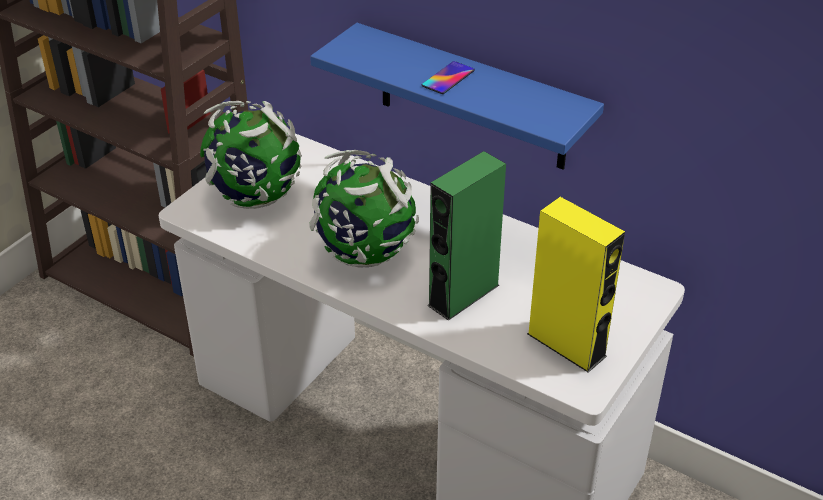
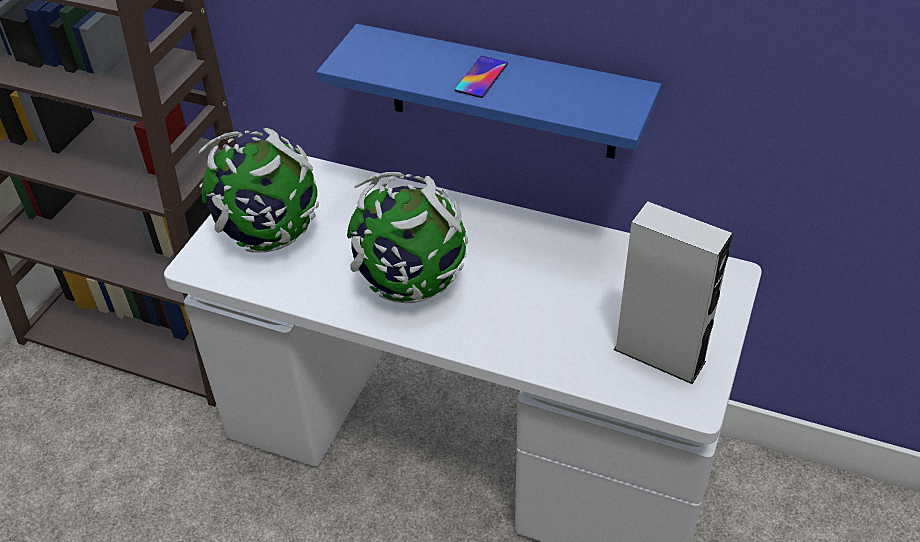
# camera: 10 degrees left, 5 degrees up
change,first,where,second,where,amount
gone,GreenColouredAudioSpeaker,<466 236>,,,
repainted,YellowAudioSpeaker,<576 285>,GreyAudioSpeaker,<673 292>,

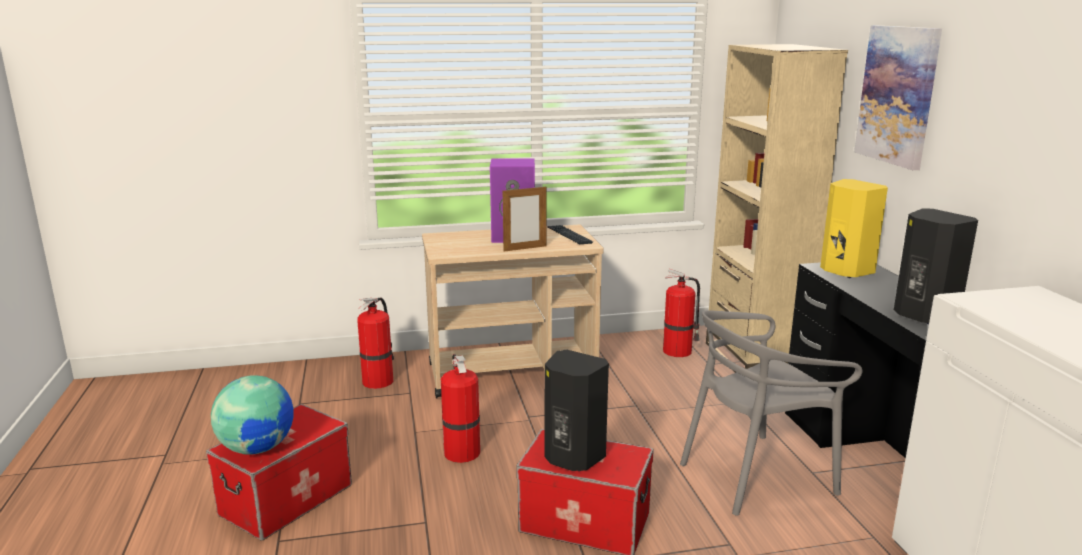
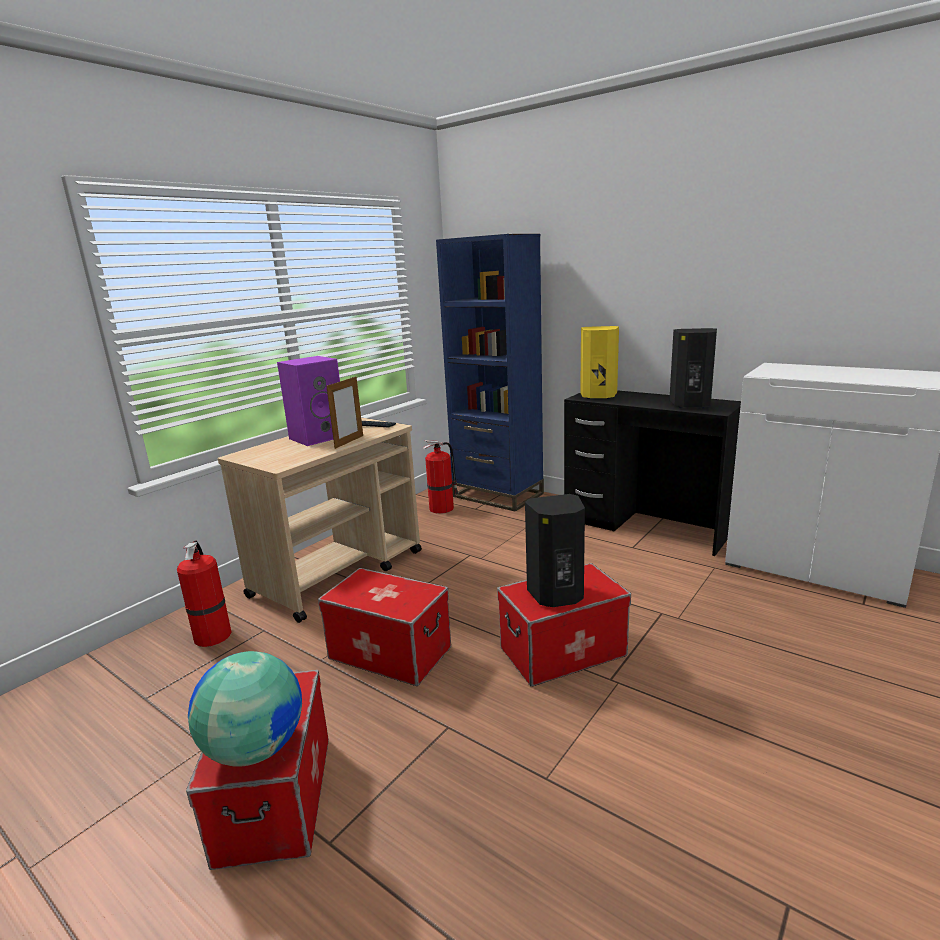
# camera: 40 degrees left, 0 degrees up
change,first,where,second,where,amount
gone,WallPicture,<898 97>,,,
repainted,SandColouredBookshelf,<777 208>,BlueColouredBookshelf,<490 373>,
gone,GreyPlainChair,<771 412>,,,
swapped,FireFightingCylinder,<460 408>,StorageContainer,<384 627>,

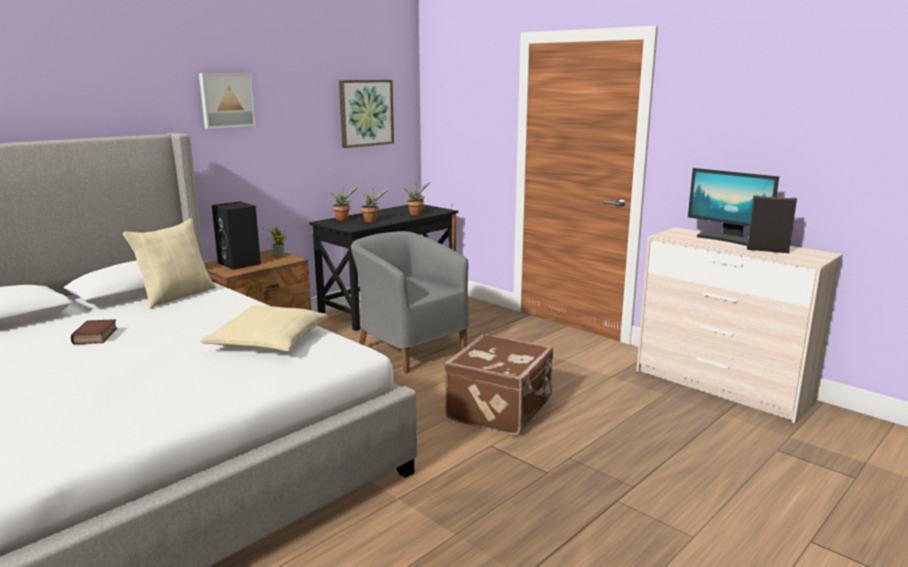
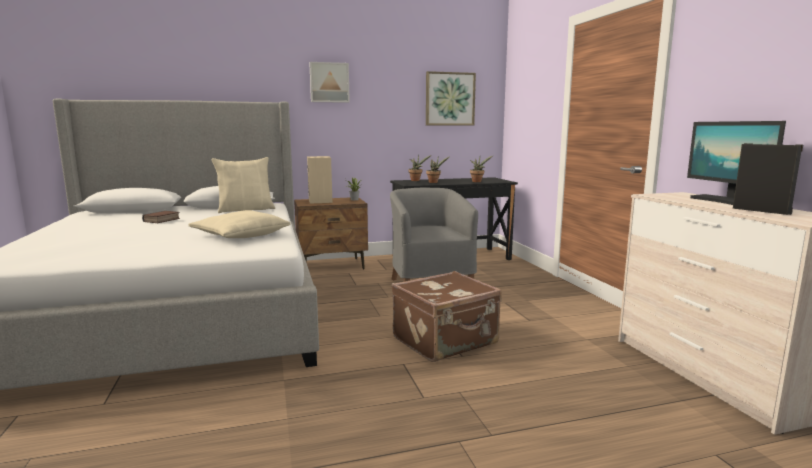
# camera: 30 degrees right, 5 degrees down
change,first,where,second,where,amount
repainted,BlackishAudioSpeaker,<236 235>,SandColouredAudioSpeaker,<320 179>,

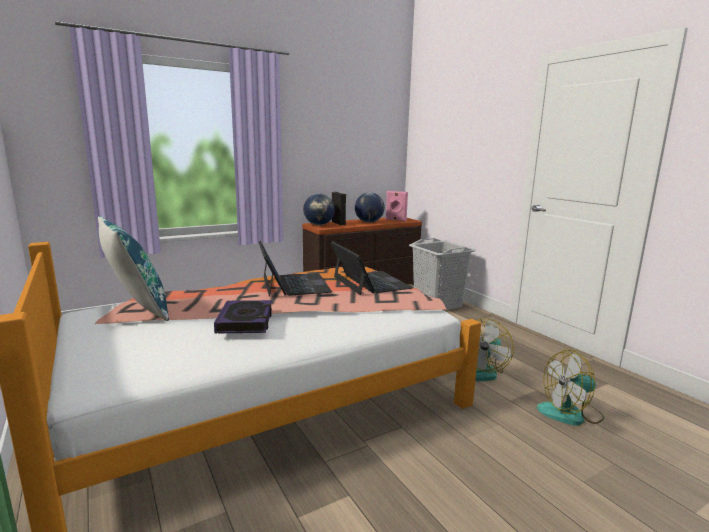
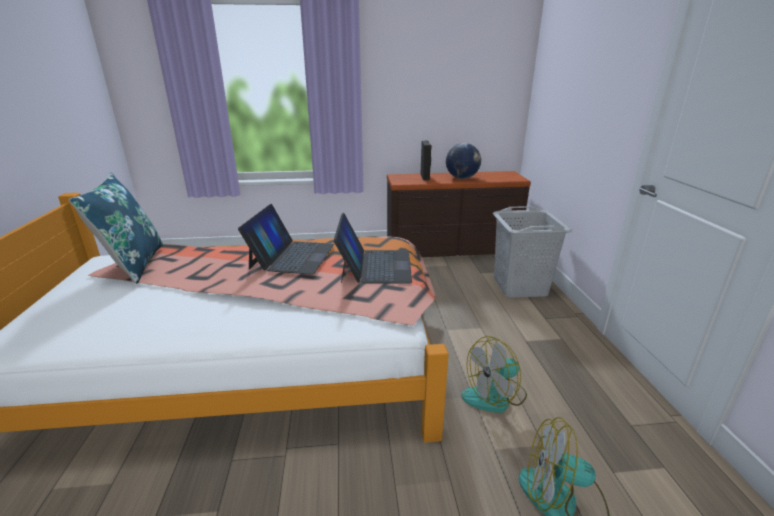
# camera: 25 degrees right, 10 degrees up
change,first,where,second,where,amount
gone,PinkAudioSpeaker,<397 206>,,,
gone,DeskGlobe,<319 209>,,,
gone,BoundBook,<243 317>,,,

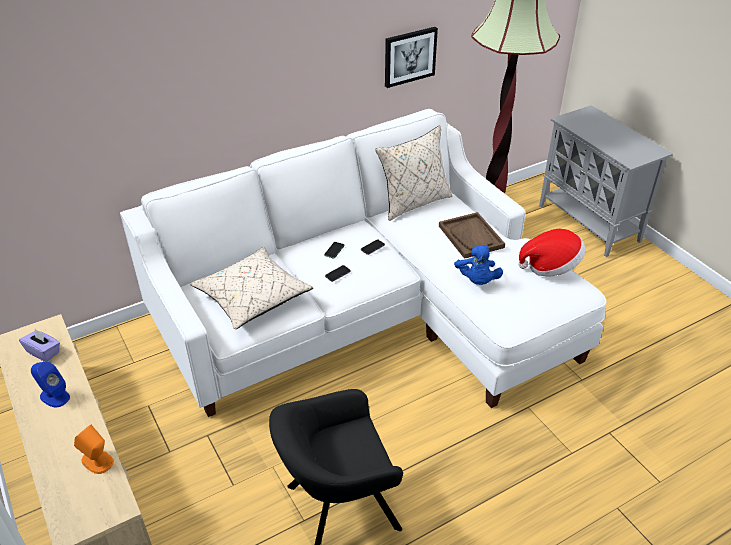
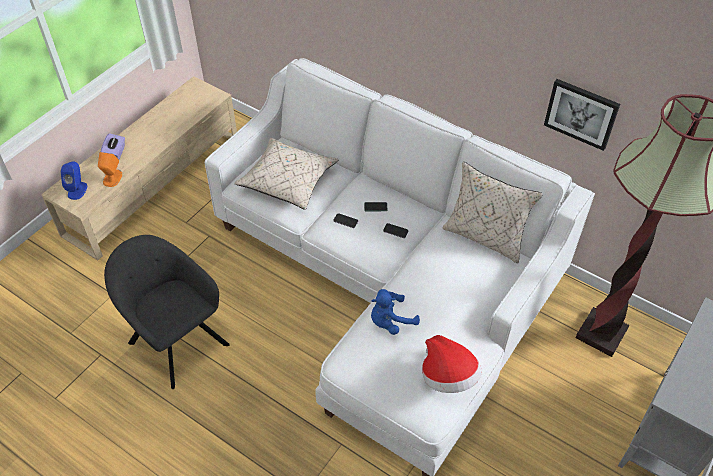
# camera: 65 degrees right, 10 degrees up
change,first,where,second,where,amount
gone,BrownCarryingTray,<472 235>,,,
shifted,PurpleColouredTissueBox,<39 345>,,<113 146>,
shifted,BlueColouredAudioSpeaker,<50 385>,,<74 180>,

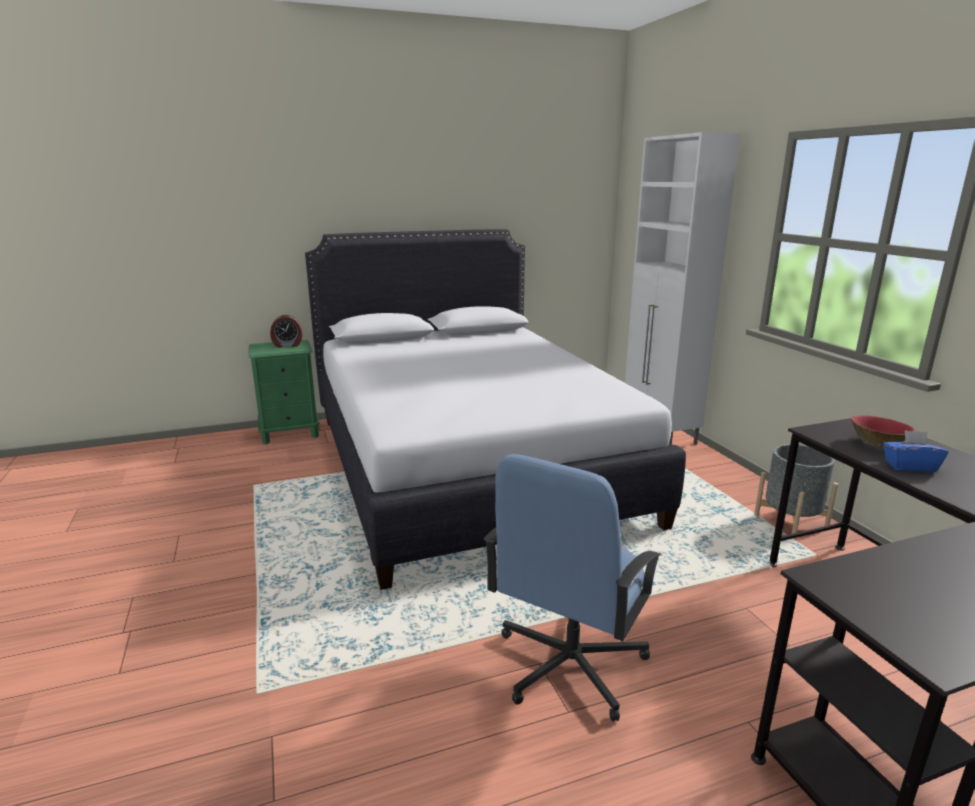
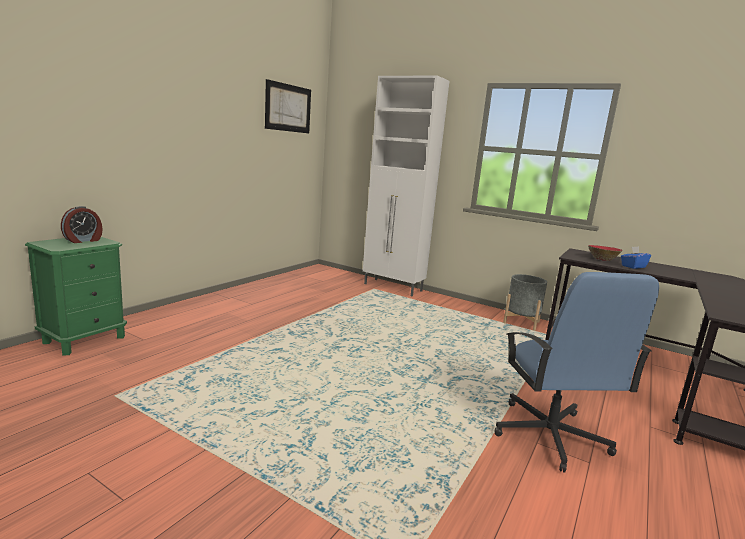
# camera: 40 degrees left, 5 degrees down
change,first,where,second,where,amount
gone,WhitishBed,<495 409>,,,
new,,,WallPicture,<288 106>,

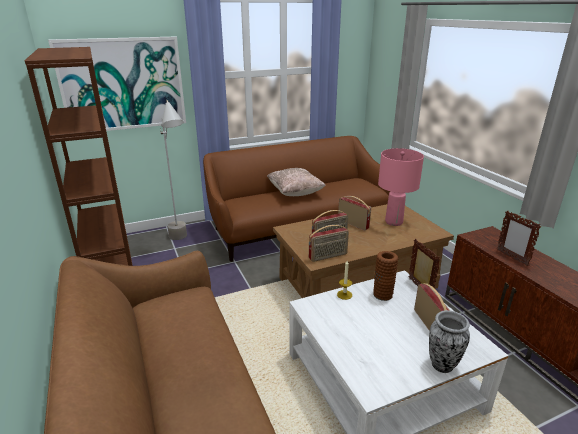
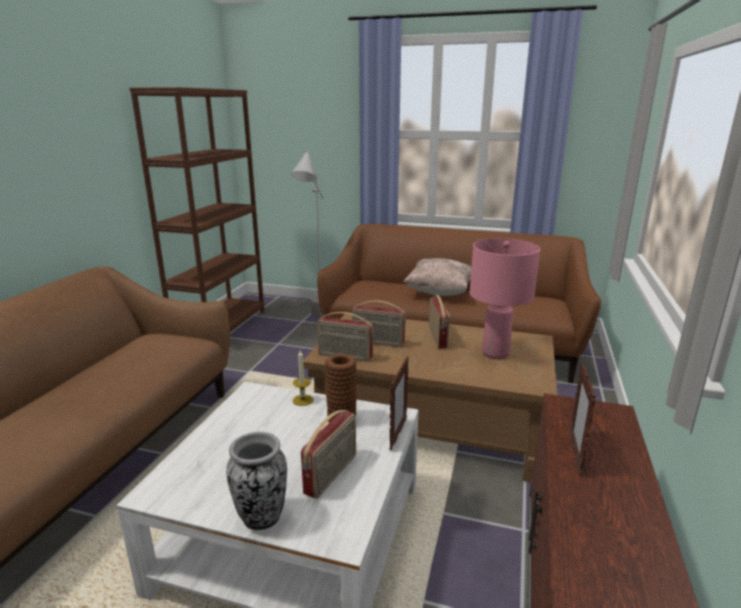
# camera: 40 degrees right, 5 degrees down
change,first,where,second,where,amount
gone,WallPicture,<117 84>,,,

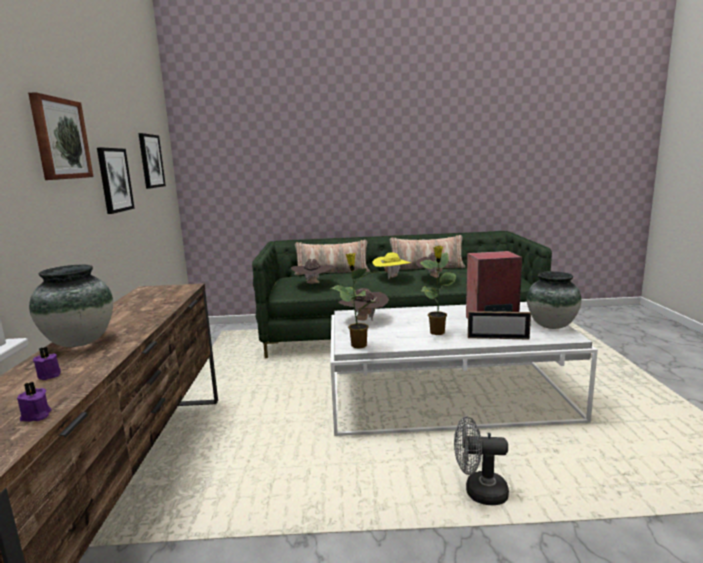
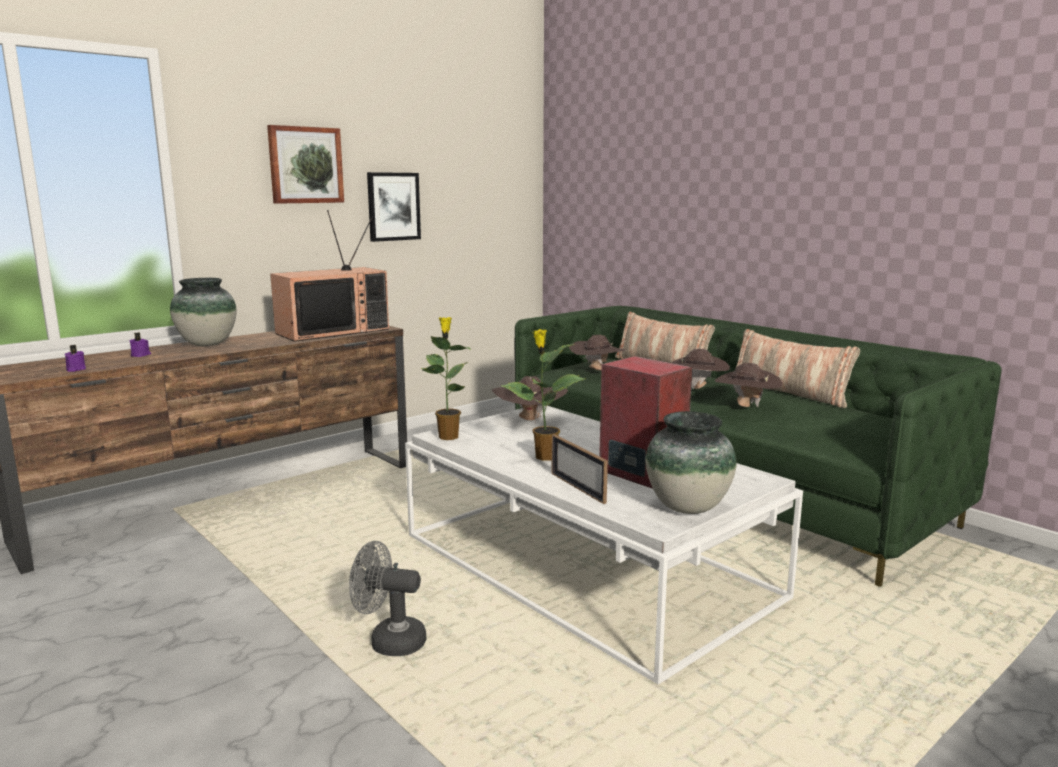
# camera: 50 degrees right, 0 degrees up
change,first,where,second,where,amount
gone,WallPicture,<152 161>,,,
repainted,YellowWearableHat,<391 265>,BrownWearableHat,<701 369>,
rotated,GreyCoolingFan,<481 460>,,<387 598>,45 degrees counterclockwise
new,,,Tv,<329 276>,

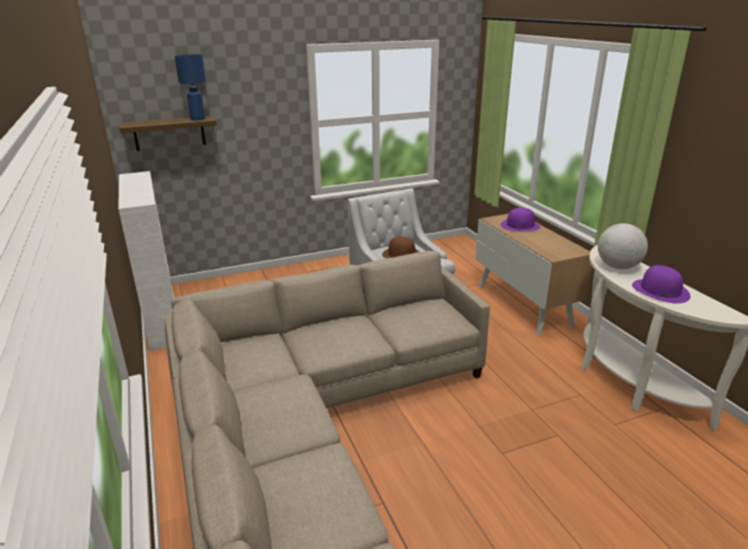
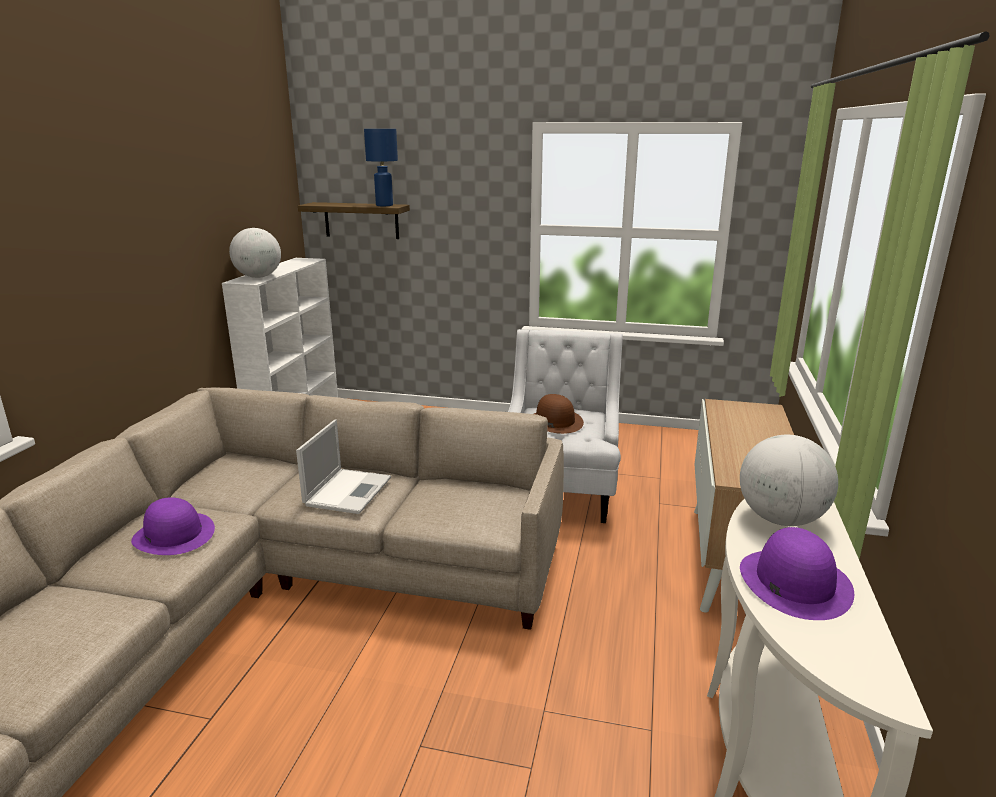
# camera: 35 degrees right, 5 degrees down
change,first,where,second,where,amount
shifted,PurpleColouredWearableHat,<520 219>,,<173 526>,
new,,,DeskGlobe,<255 253>,
new,,,PortableComputer,<343 466>,

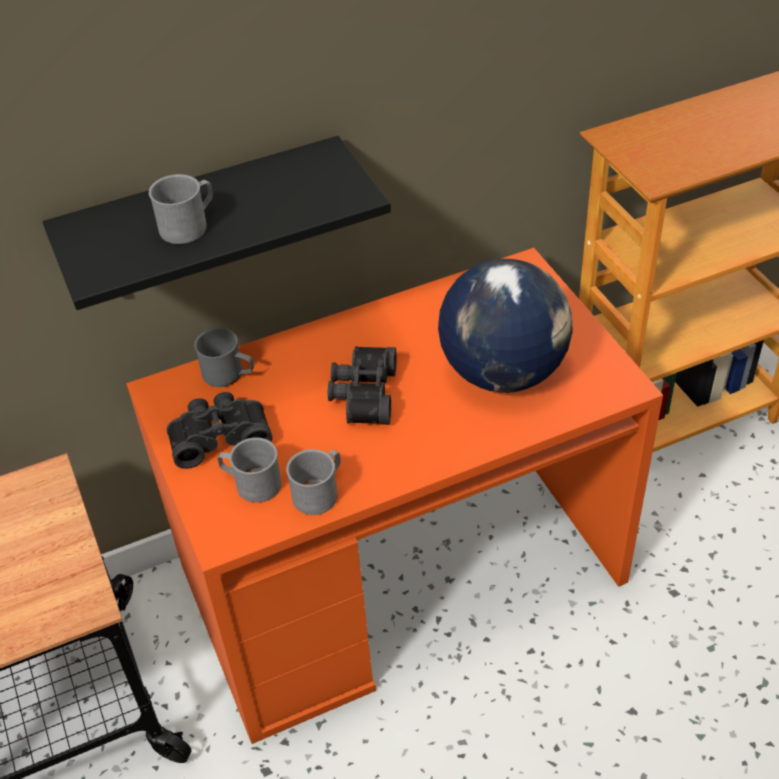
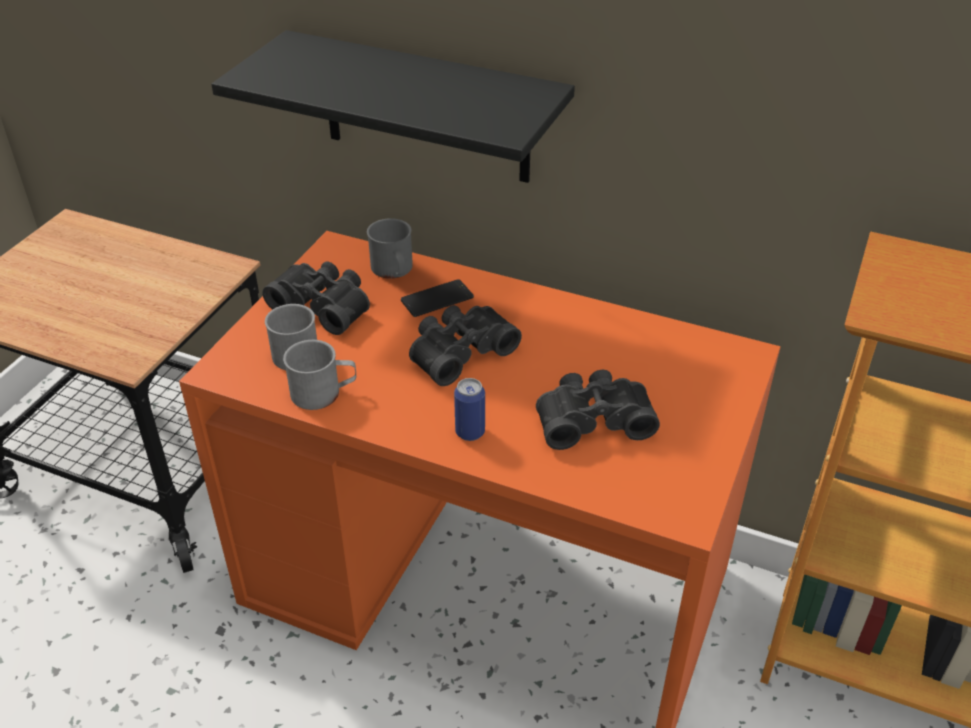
# camera: 45 degrees right, 5 degrees down
change,first,where,second,where,amount
gone,GreyMug,<181 209>,,,
swapped,DeskGlobe,<505 326>,BlackishBinoculars,<598 409>,
new,,,Phone,<437 298>,
new,,,MetalCan,<469 409>,

